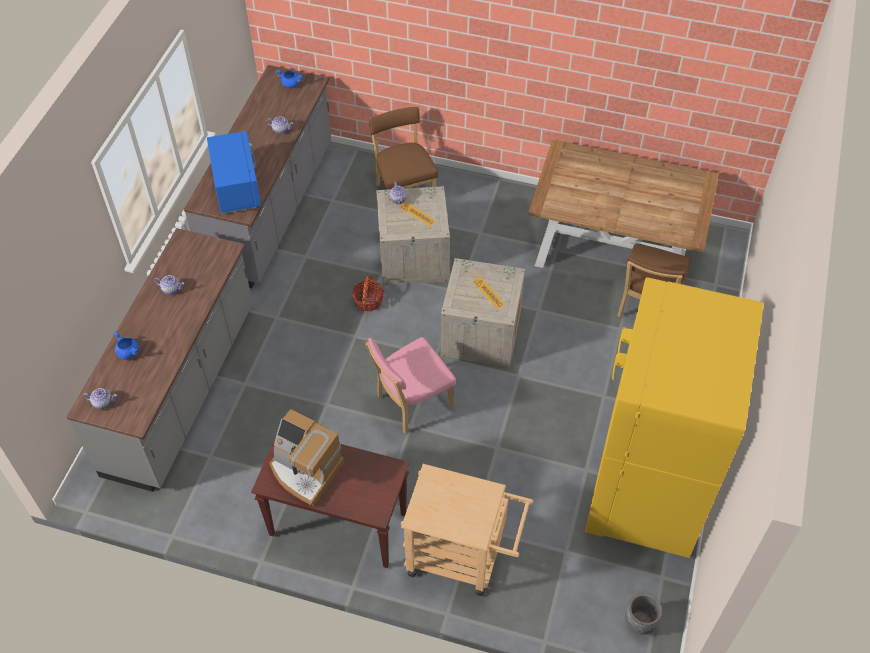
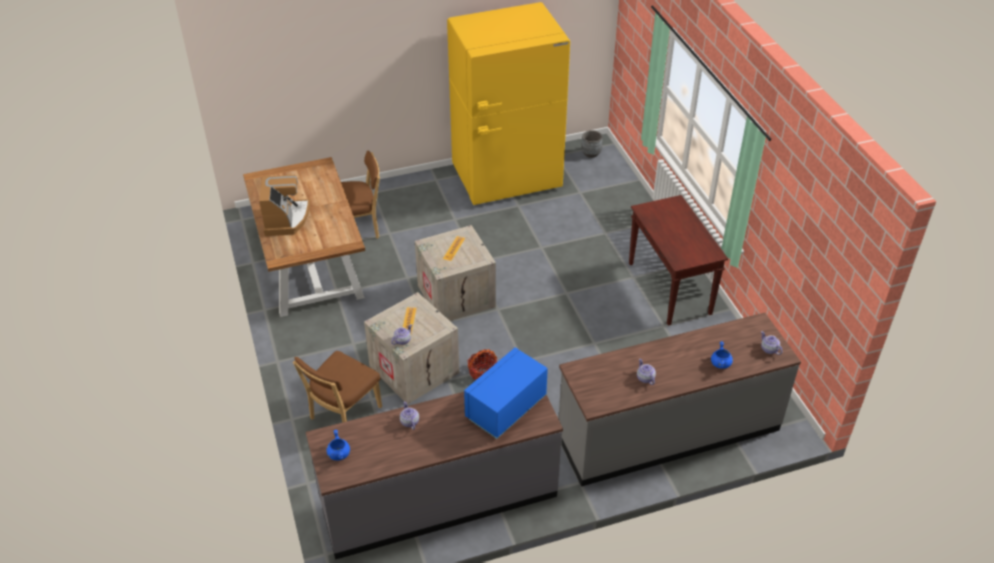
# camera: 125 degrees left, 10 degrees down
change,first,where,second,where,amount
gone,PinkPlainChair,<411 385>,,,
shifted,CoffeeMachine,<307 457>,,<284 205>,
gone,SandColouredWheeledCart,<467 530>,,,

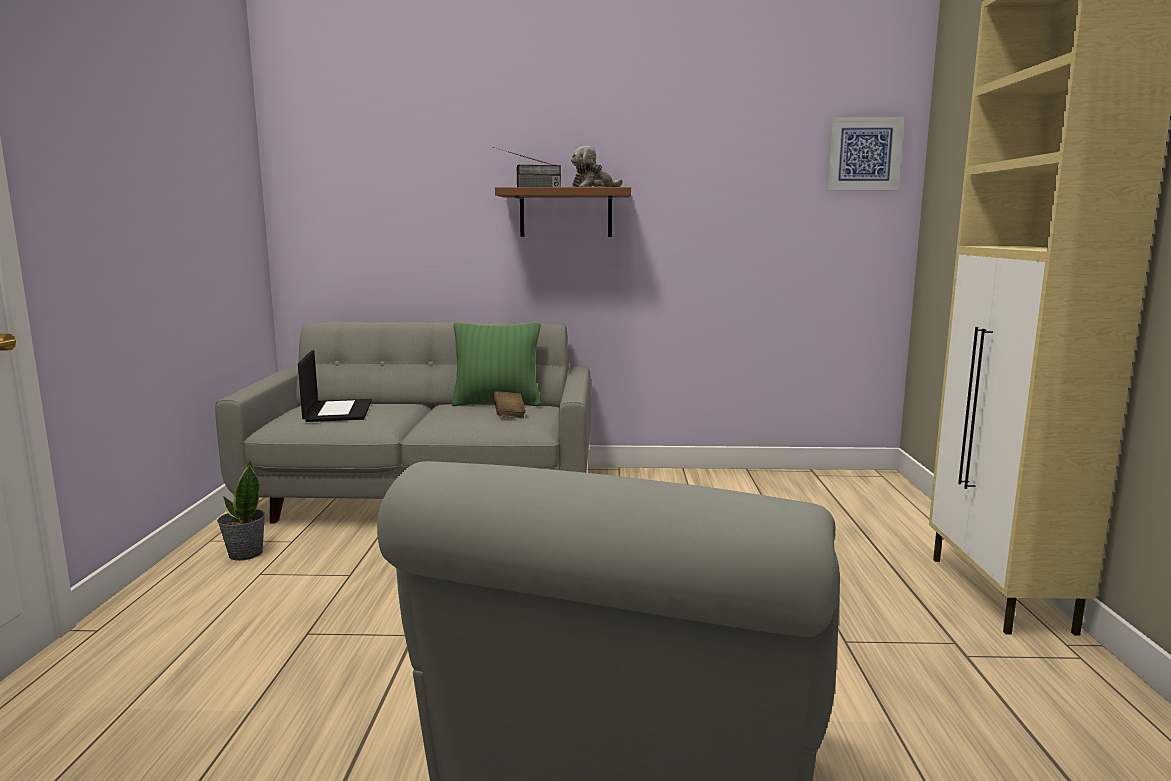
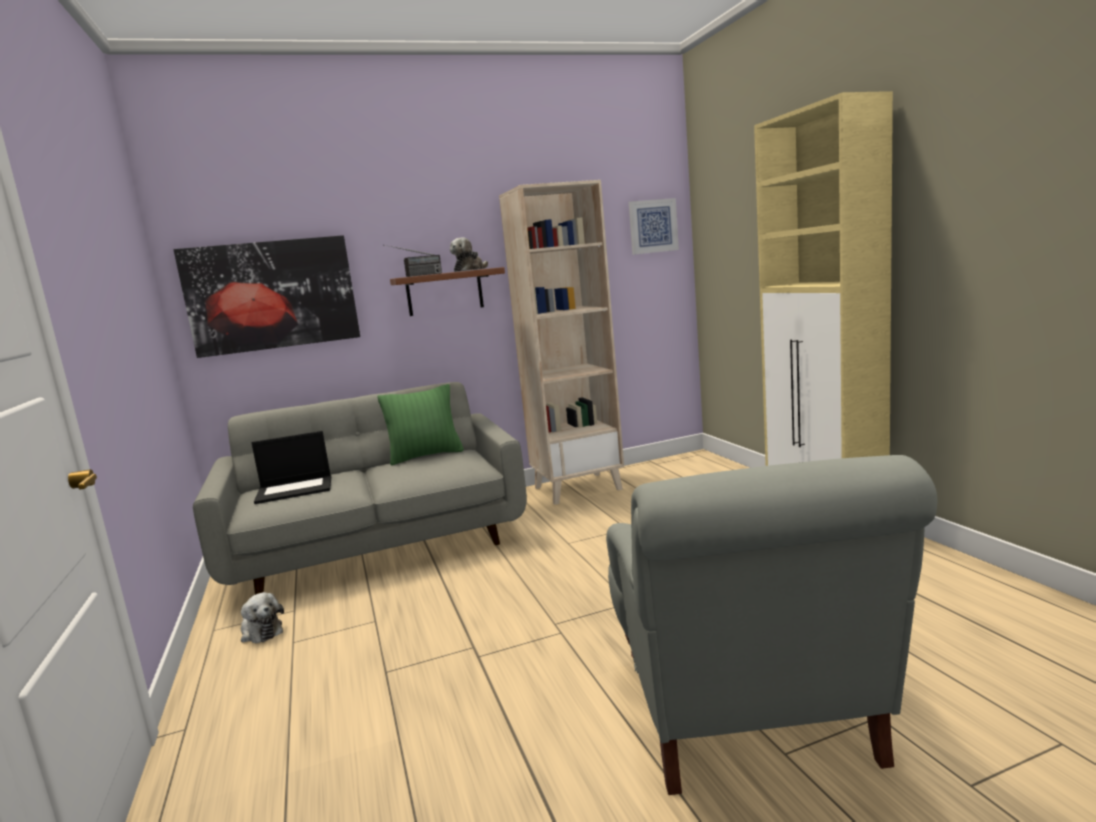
# camera: 20 degrees left, 0 degrees up
change,first,where,second,where,amount
rotated,PortableComputer,<335 386>,,<291 467>,105 degrees clockwise
gone,BrownBoundBook,<509 404>,,,
swapped,Houseplant,<241 510>,SoftToy,<262 617>,
new,,,SandColouredBookshelf,<561 342>,
new,,,WallPicture,<267 296>,

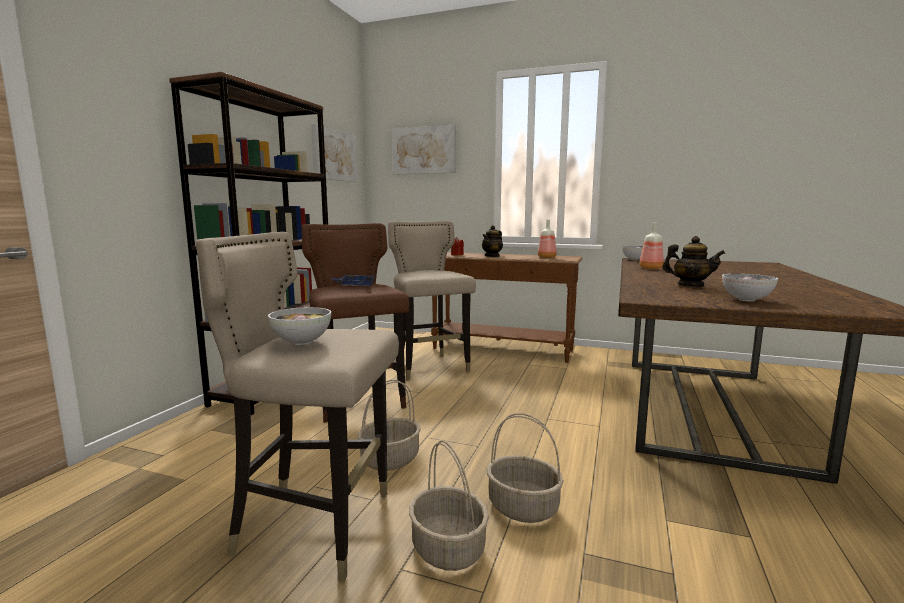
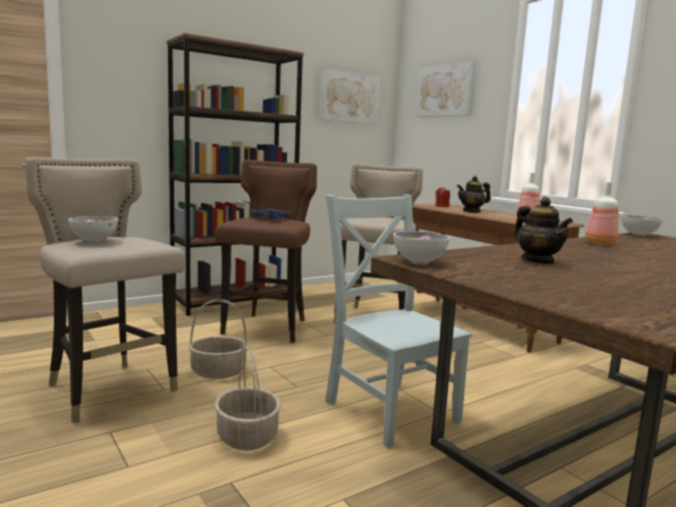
# camera: 35 degrees right, 0 degrees up
change,first,where,second,where,amount
shifted,ServingBowl,<750 288>,,<421 248>,
gone,HouseholdBasket,<449 505>,,,
new,,,GreyPlainChair,<399 321>,

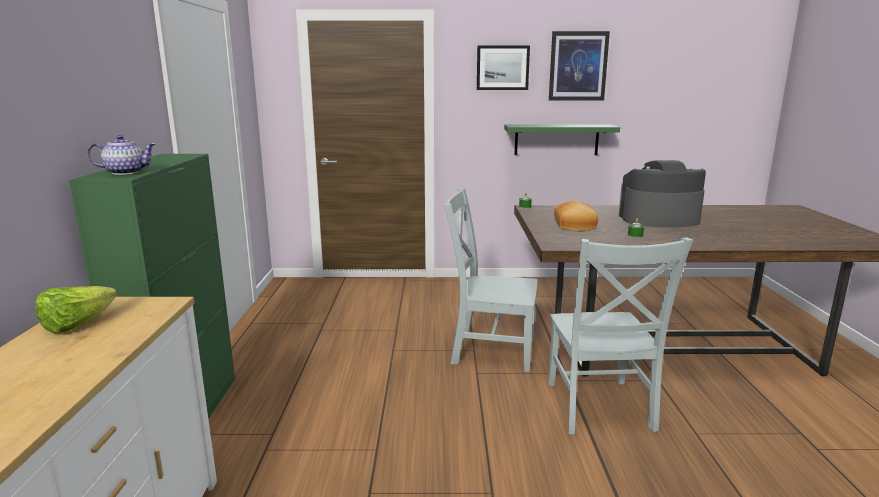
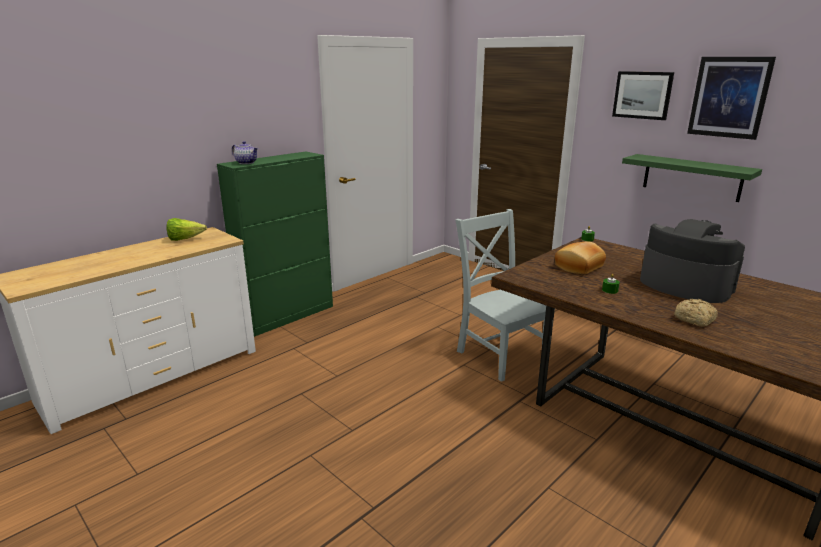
# camera: 45 degrees right, 5 degrees up
change,first,where,second,where,amount
gone,GreyPlainChair,<620 336>,,,
new,,,BakeryBread,<696 313>,

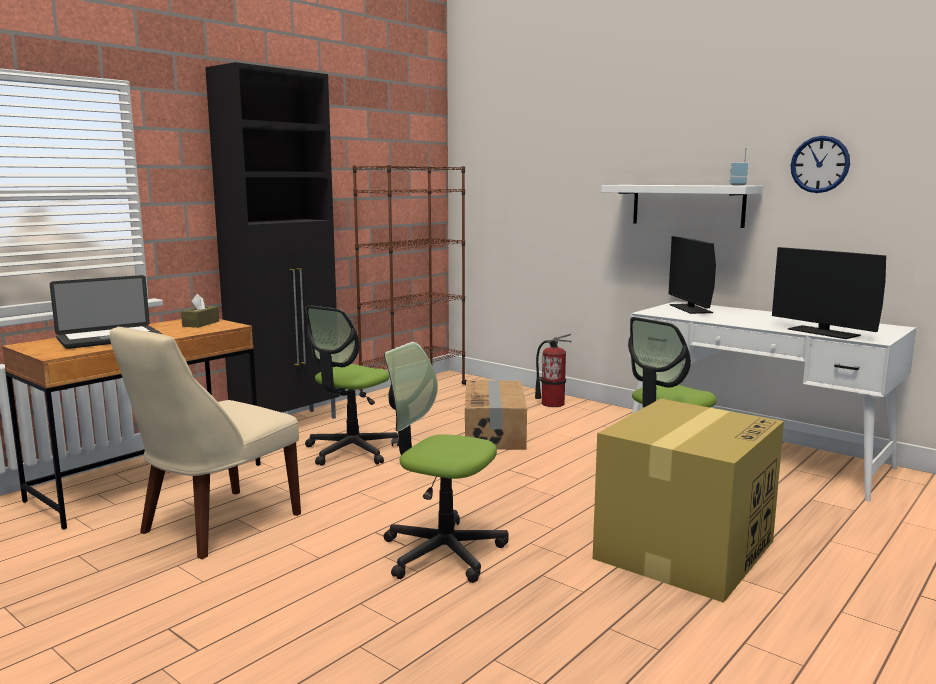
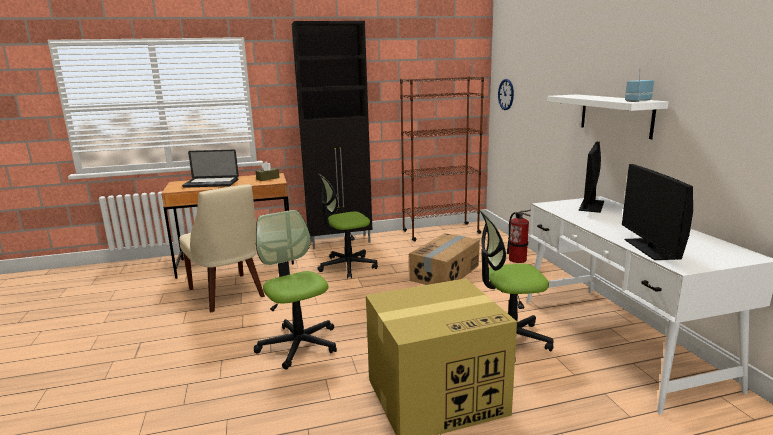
# camera: 35 degrees right, 5 degrees up
change,first,where,second,where,amount
shifted,WallClock,<820 164>,,<506 94>,
rotated,SandColouredPlainChair,<205 443>,,<222 248>,105 degrees counterclockwise

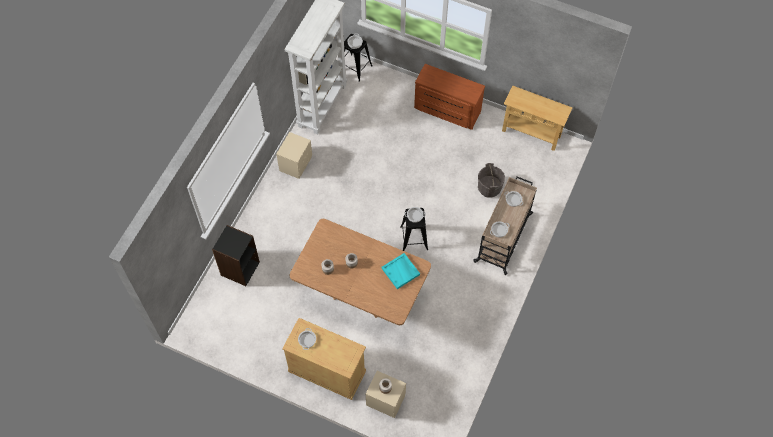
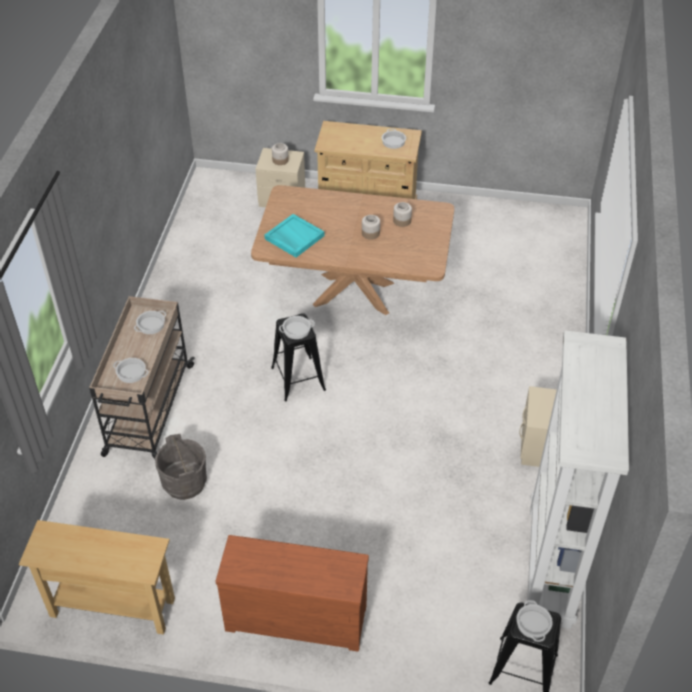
# camera: 165 degrees right, 15 degrees down
change,first,where,second,where,amount
gone,BlackishBookshelf,<236 255>,,,

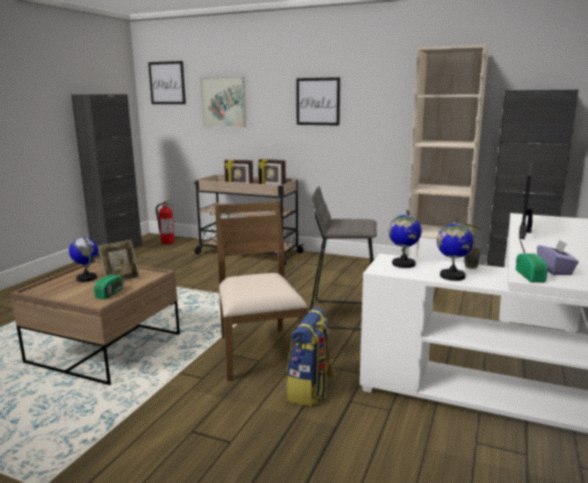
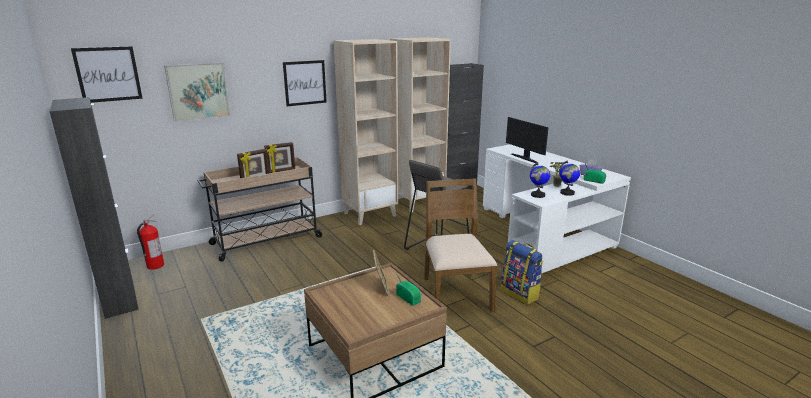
# camera: 55 degrees left, 5 degrees up
change,first,where,second,where,amount
rotated,BrownPlainChair,<261 291>,,<460 244>,60 degrees clockwise
gone,DeskGlobe,<83 259>,,,
new,,,SandColouredBookshelf,<365 132>,

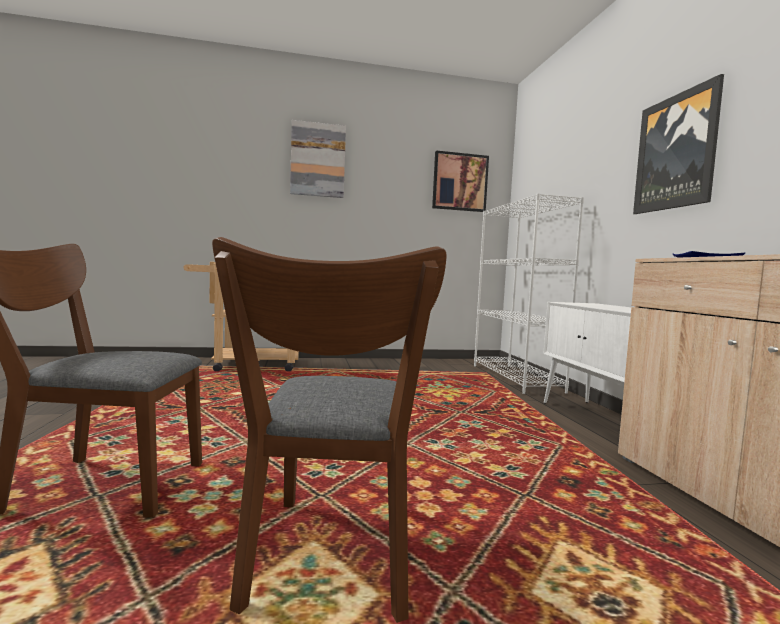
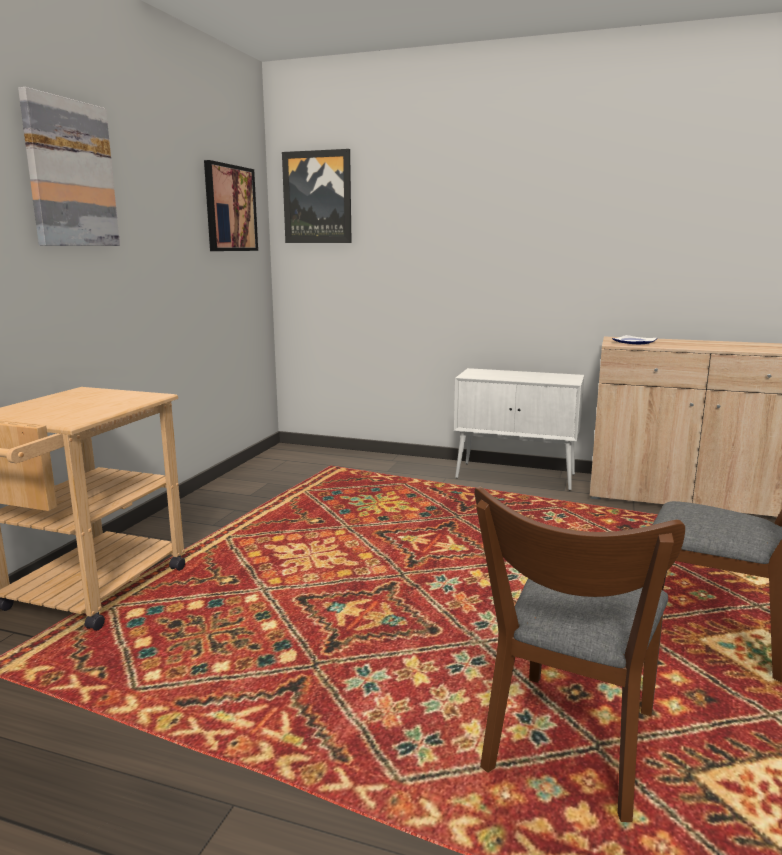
# camera: 60 degrees left, 10 degrees up
change,first,where,second,where,amount
shifted,WallPicture,<678 144>,,<317 196>,
gone,WhitishBookshelf,<529 293>,,,

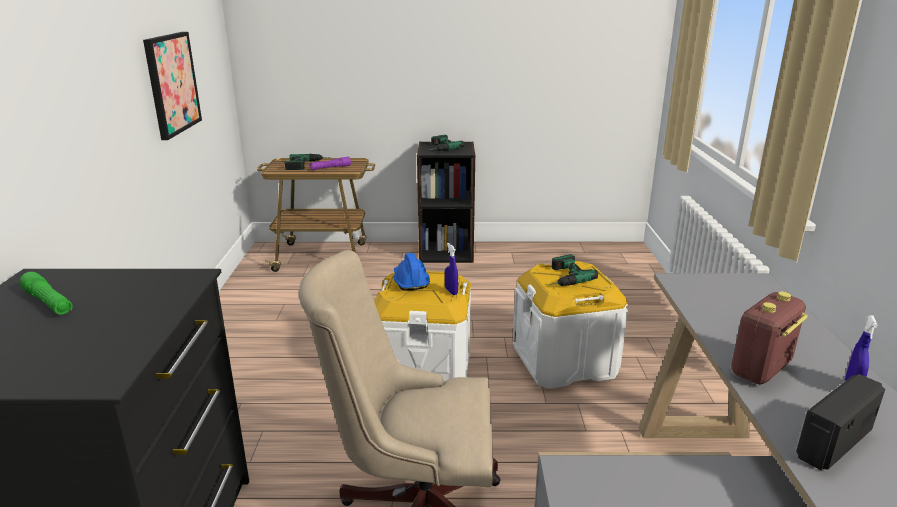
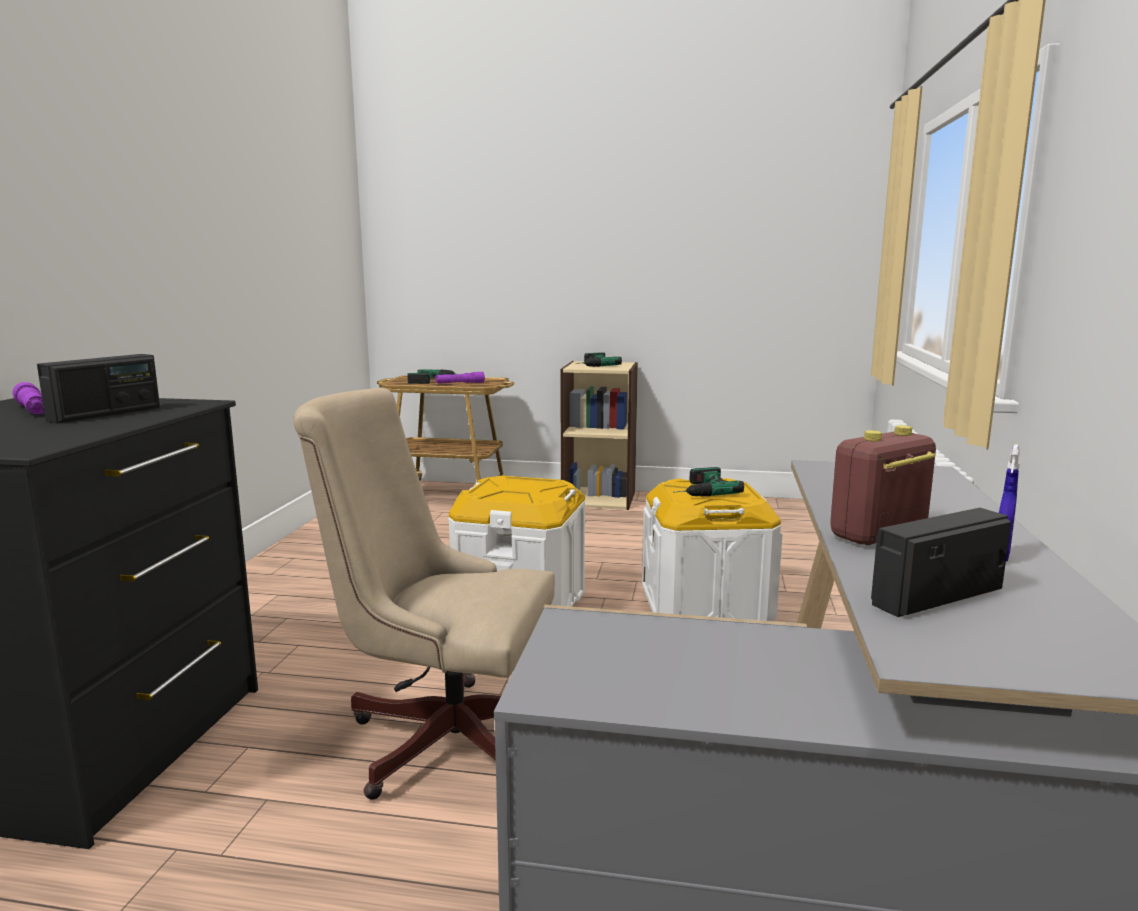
# camera: 10 degrees right, 10 degrees down
change,first,where,second,where,amount
gone,WallPicture,<172 86>,,,
repainted,BlackishBookshelf,<446 202>,SandColouredBookshelf,<599 435>,
gone,BlueColouredSprayer,<451 269>,,,
gone,BlueColouredSafetyHelmet,<412 272>,,,
repainted,GreenColouredTorch,<46 293>,PurpleColouredTorch,<28 398>,
new,,,Radio,<98 388>,

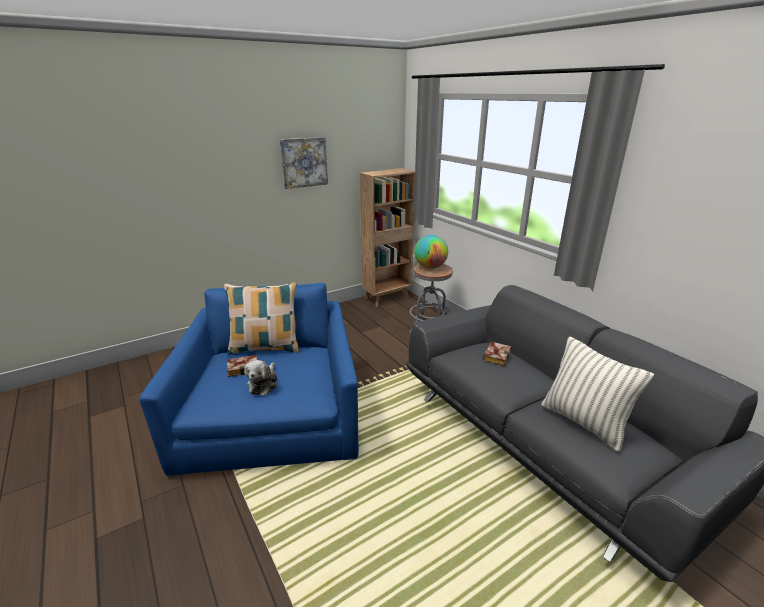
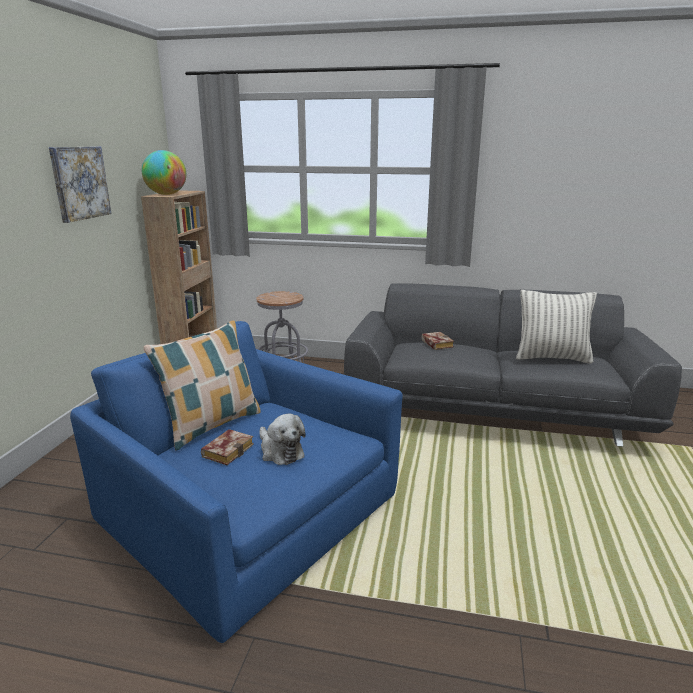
# camera: 45 degrees left, 5 degrees down
change,first,where,second,where,amount
shifted,DeskGlobe,<431 252>,,<164 172>,

